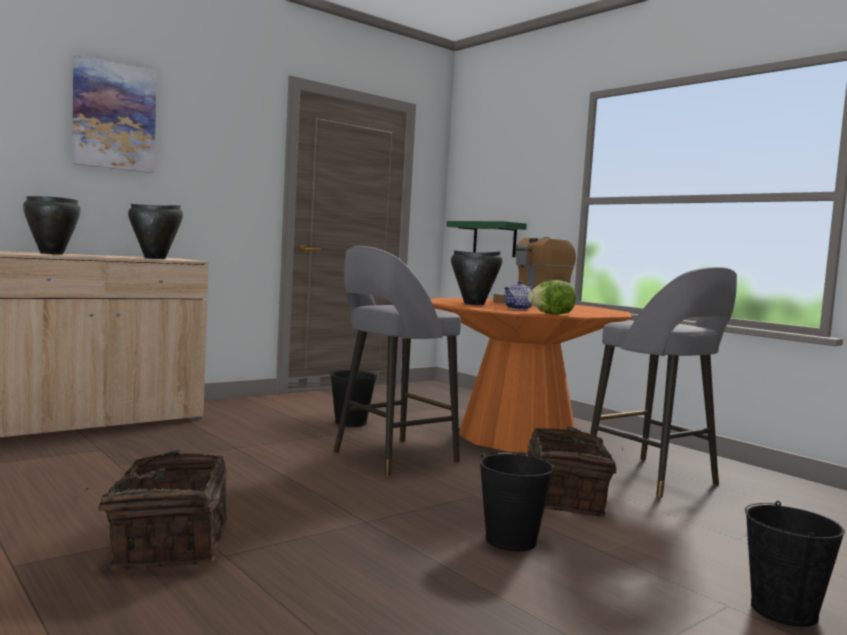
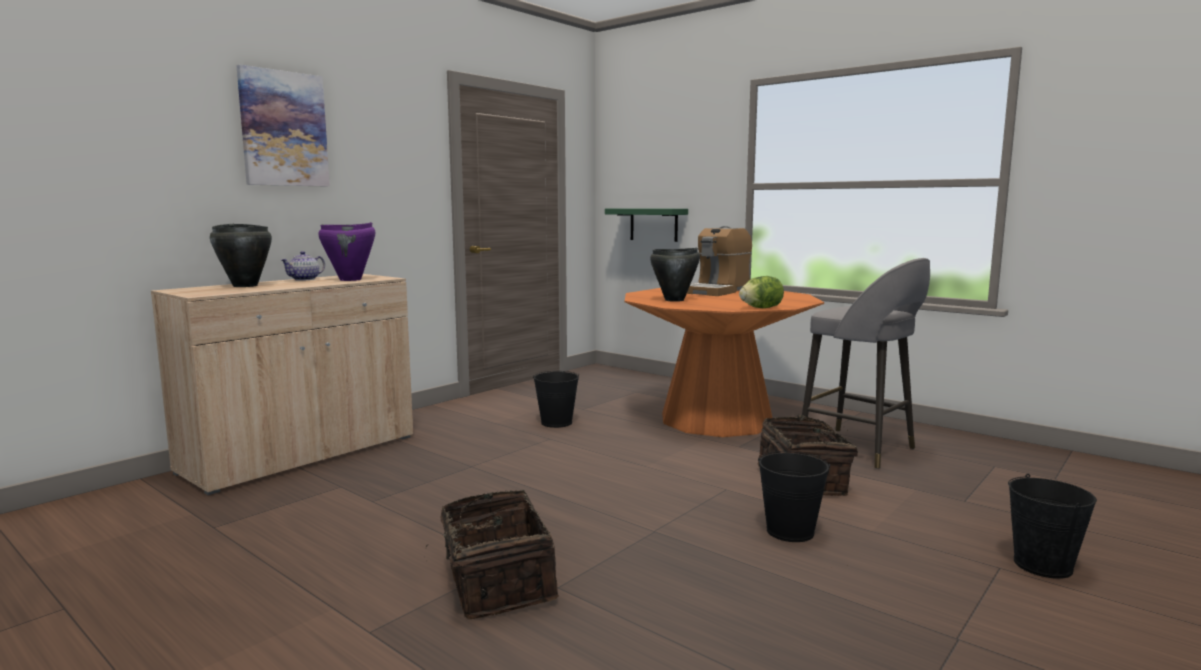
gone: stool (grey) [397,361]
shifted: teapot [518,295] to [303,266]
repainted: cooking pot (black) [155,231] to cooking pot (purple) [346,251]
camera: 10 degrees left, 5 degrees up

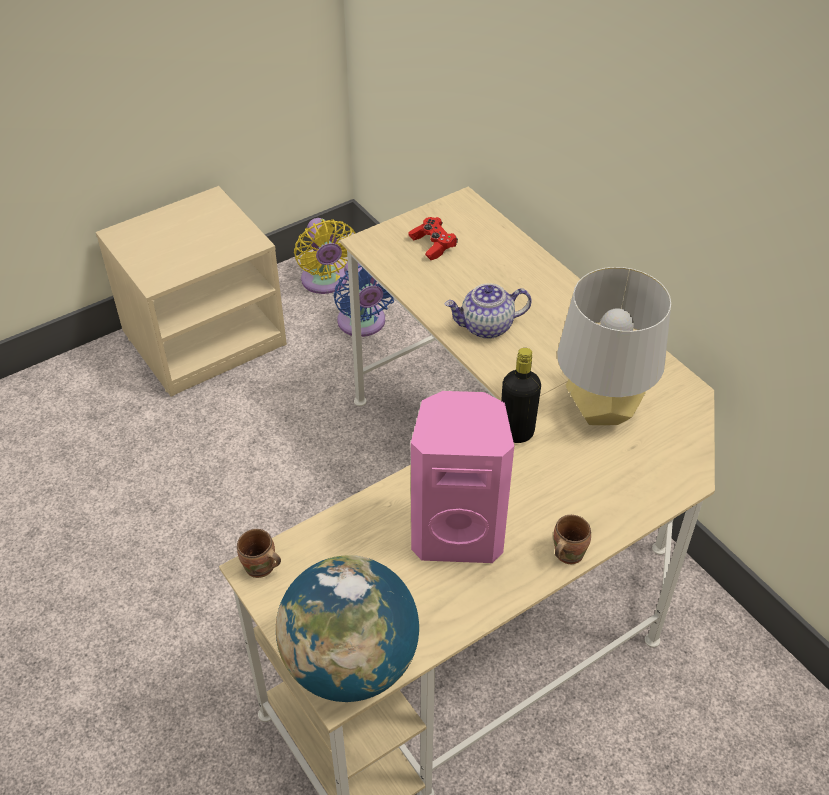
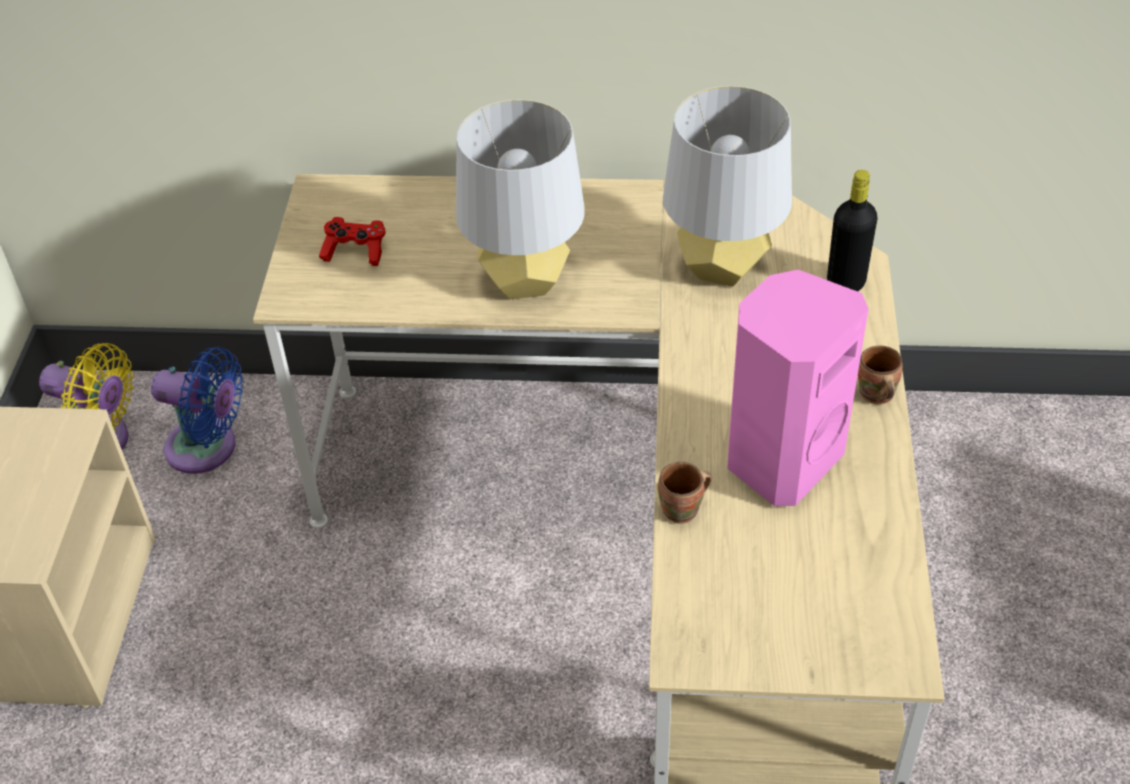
gone: globe [347,628]
shifted: mug (brown) [259,553] to [685,493]; bottle (black) [521,395] to [852,230]
swapped: teapot [488,311] to table lamp (grey) [520,199]
camera: 50 degrees left, 0 degrees up

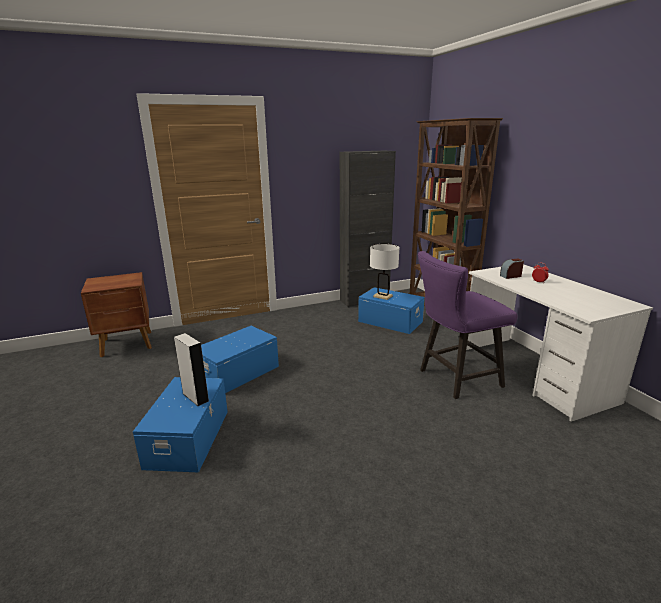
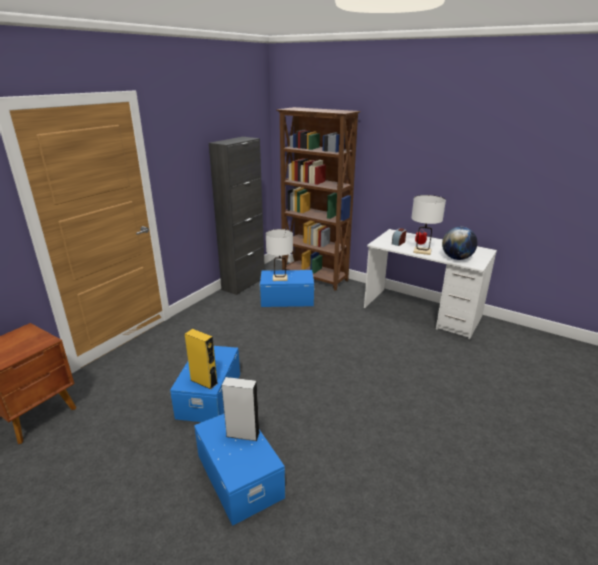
gone: stool (purple) [468,325]
new: speaker (yellow) [201,359]; table lamp (white) [428,225]; globe [460,243]
camera: 35 degrees left, 5 degrees up

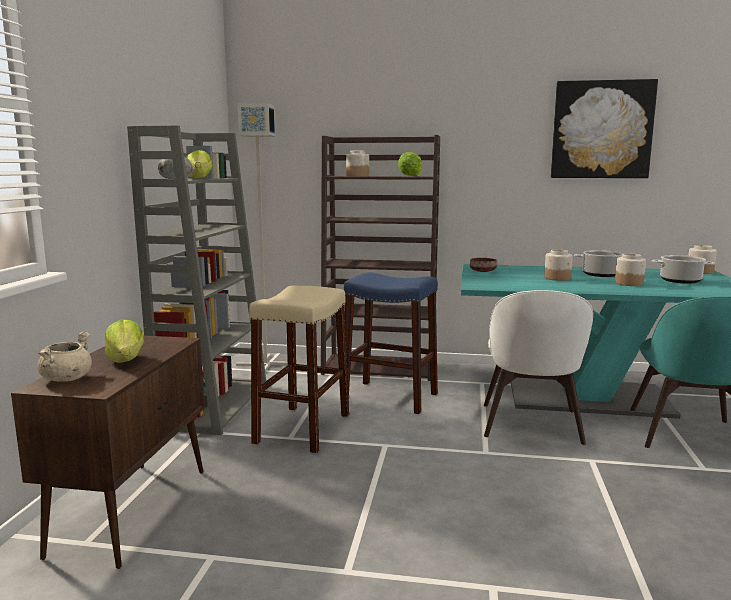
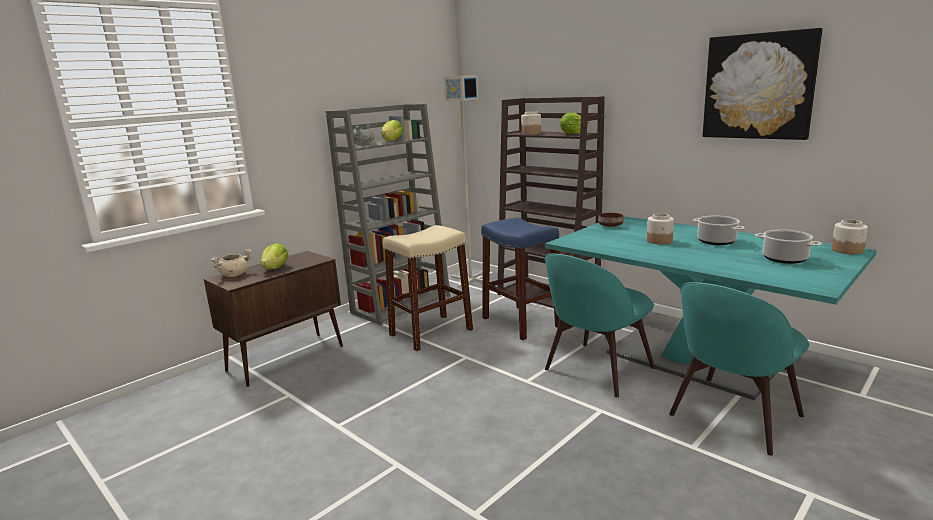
gone: jar [630,270]
repainted: chair (white) [538,367] to chair (turquoise) [599,325]
camera: 35 degrees right, 5 degrees up

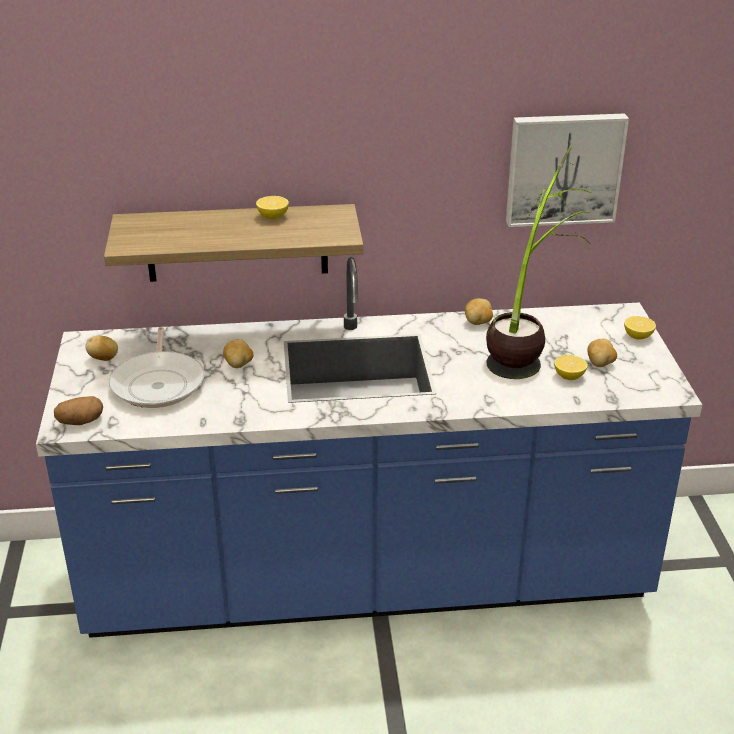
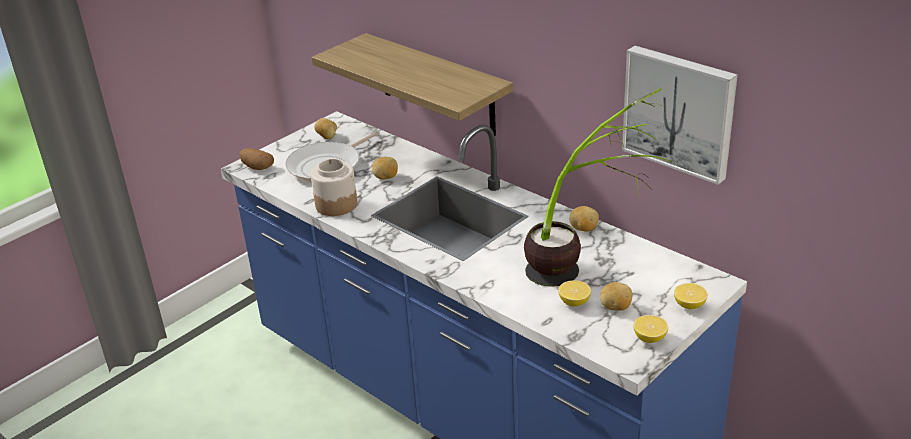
new: jar [334,187]
shifted: lemon [272,207] to [650,329]
camera: 50 degrees right, 0 degrees up

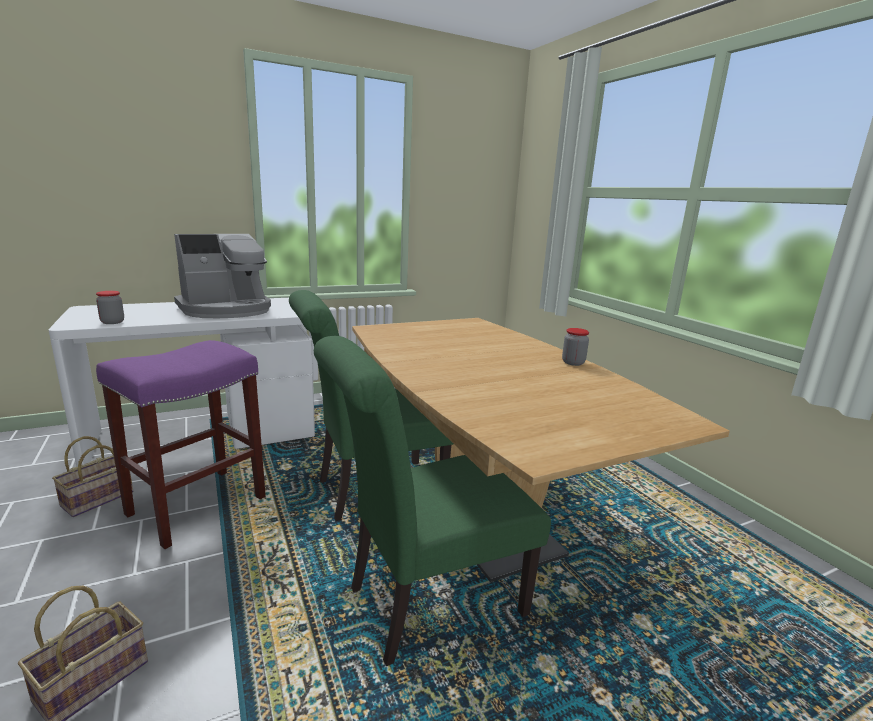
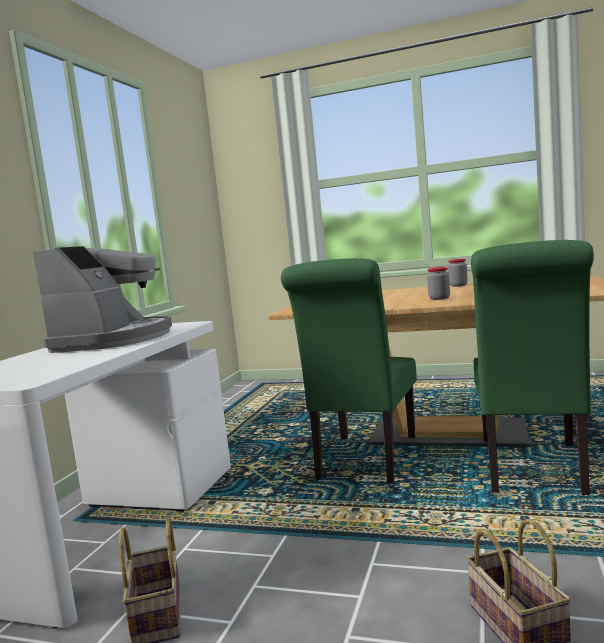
gone: stool (purple) [181,444]
shifted: jar [110,307] to [438,283]
camera: 45 degrees left, 10 degrees down

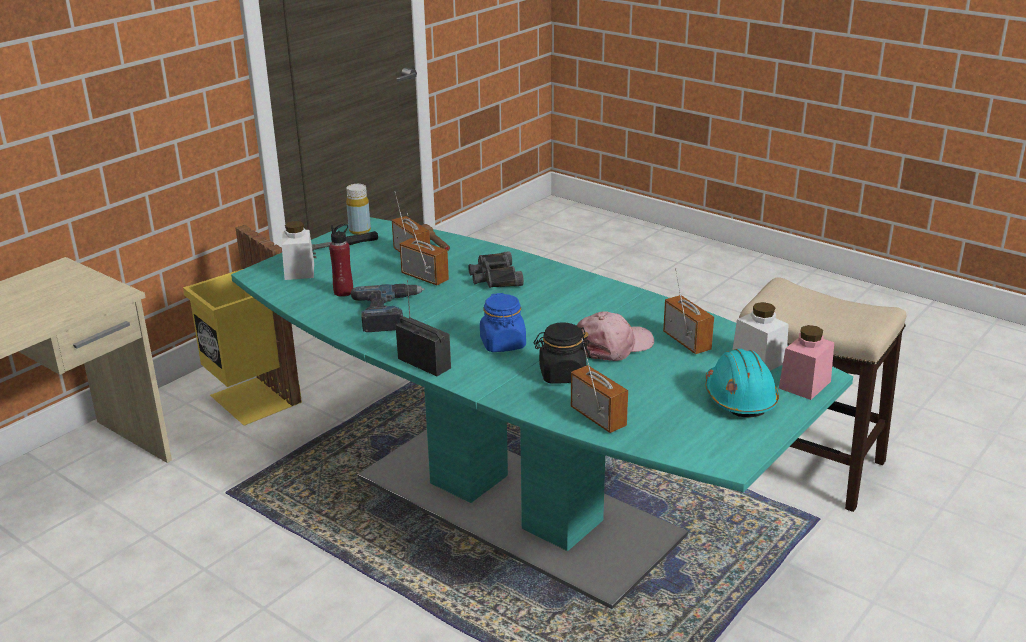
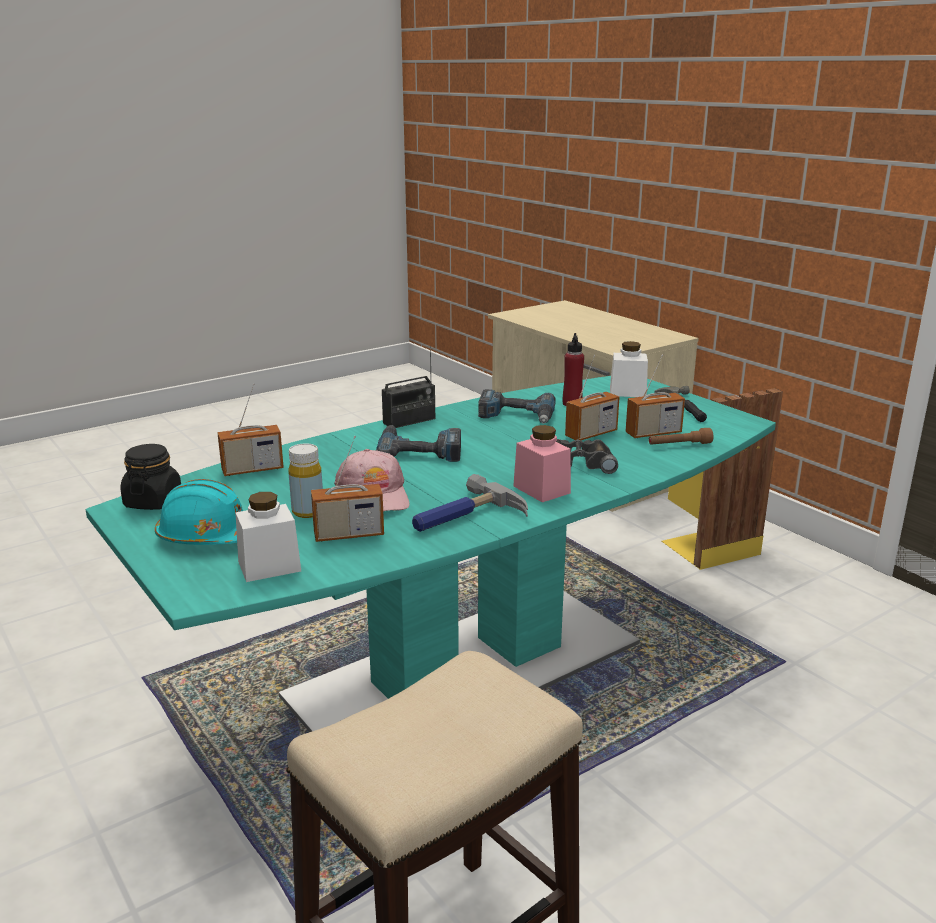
new: hammer [470,503]
shifted: bottle (yellow) [358,209] to [305,480]; jar (black) [562,353] to [150,477]; jar (pink) [806,362] to [542,463]
swapped: jar (blue) [503,322] to power drill [418,443]
camera: 105 degrees right, 5 degrees down

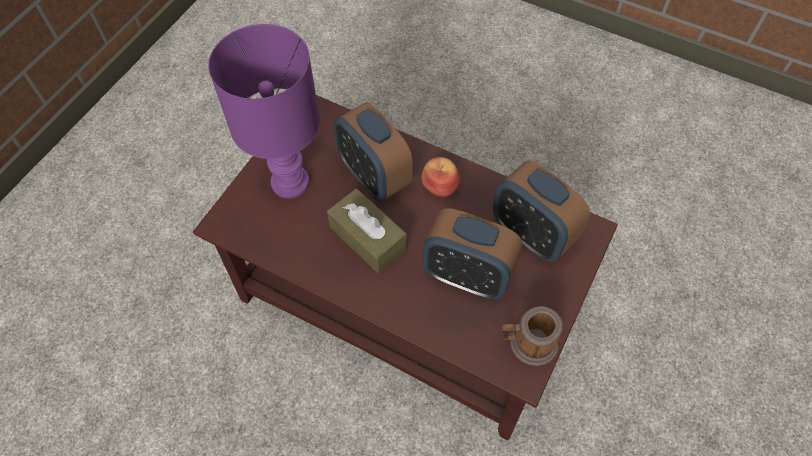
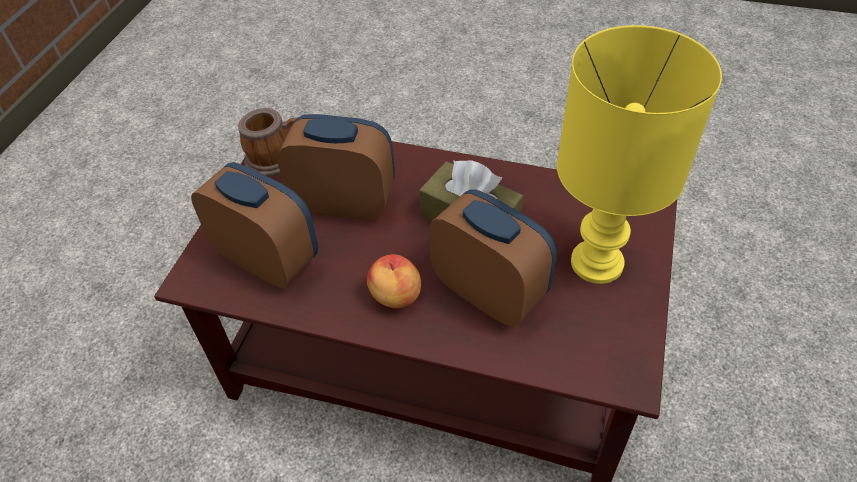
repainted: table lamp (purple) [264,111] to table lamp (yellow) [639,154]
camera: 170 degrees right, 10 degrees down

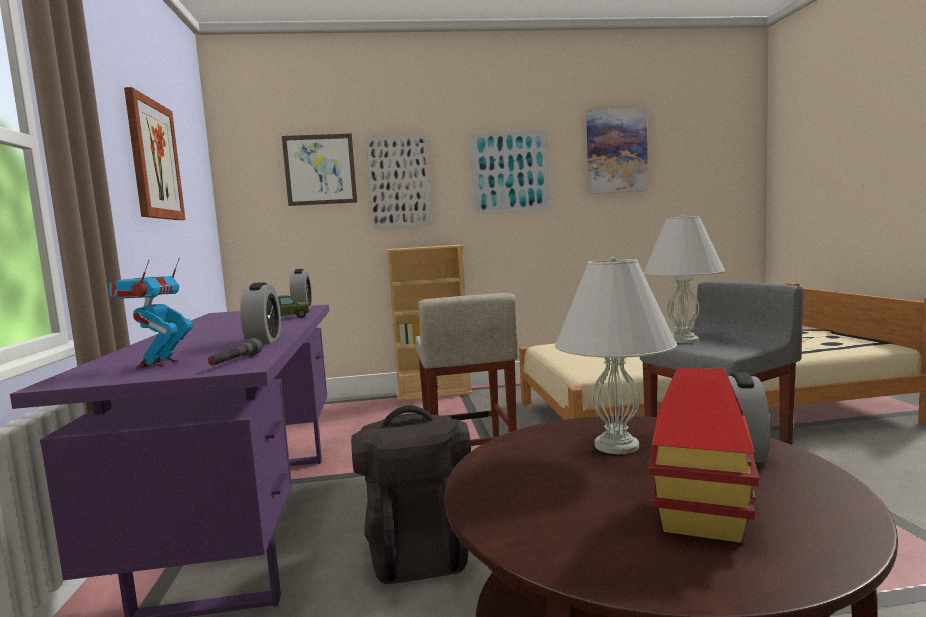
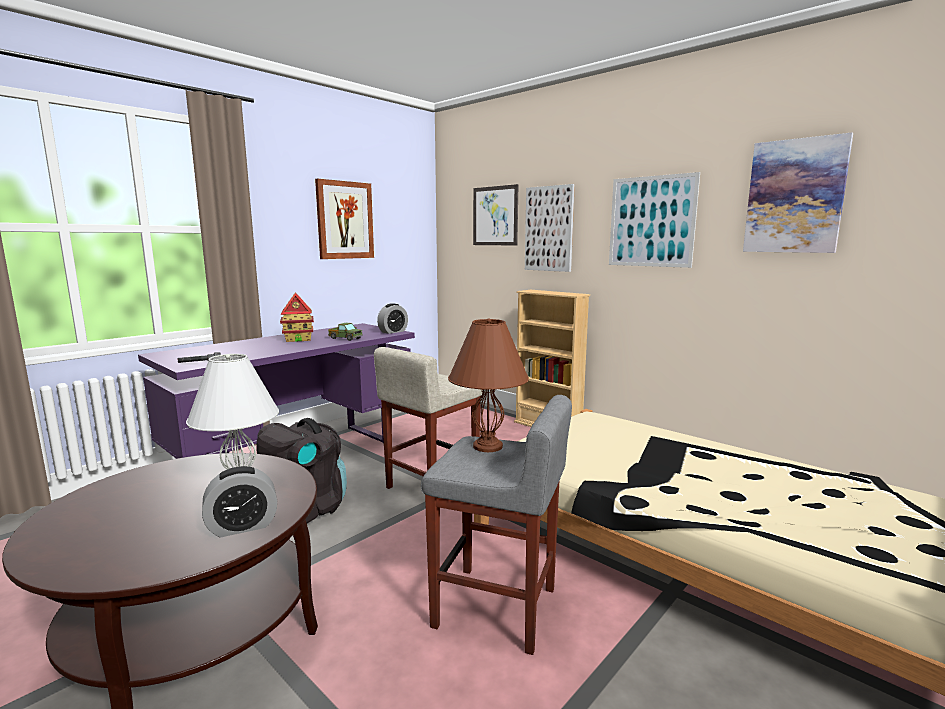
gone: toy robot [151,313]; alarm clock [260,313]
shifted: toy house [703,455] to [297,317]
repainted: table lamp (white) [684,278] to table lamp (brown) [488,385]
camera: 50 degrees right, 5 degrees up

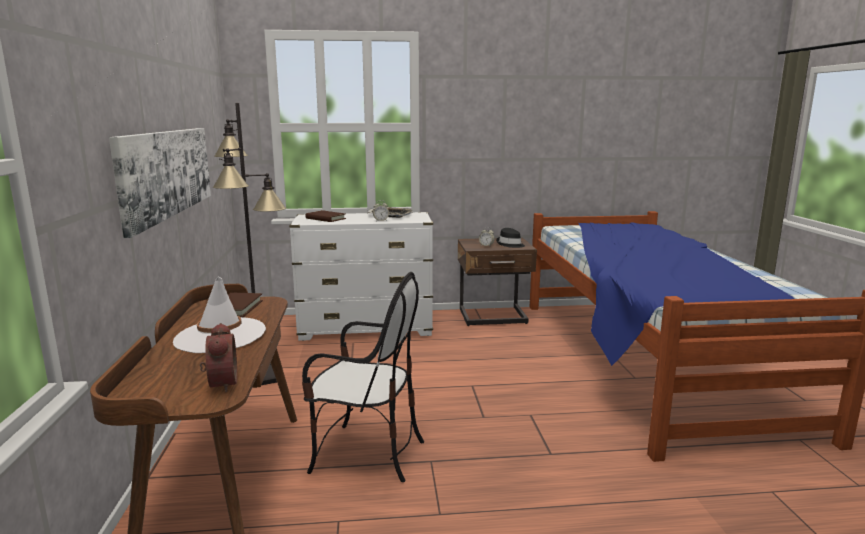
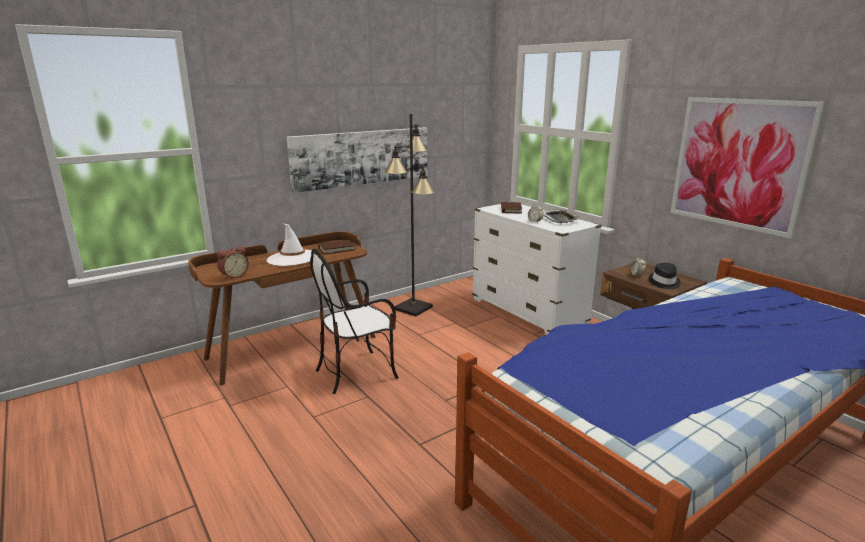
new: picture [747,167]
rotated: chair [363,377] = [354,321] 75 degrees clockwise
camera: 60 degrees right, 5 degrees up

